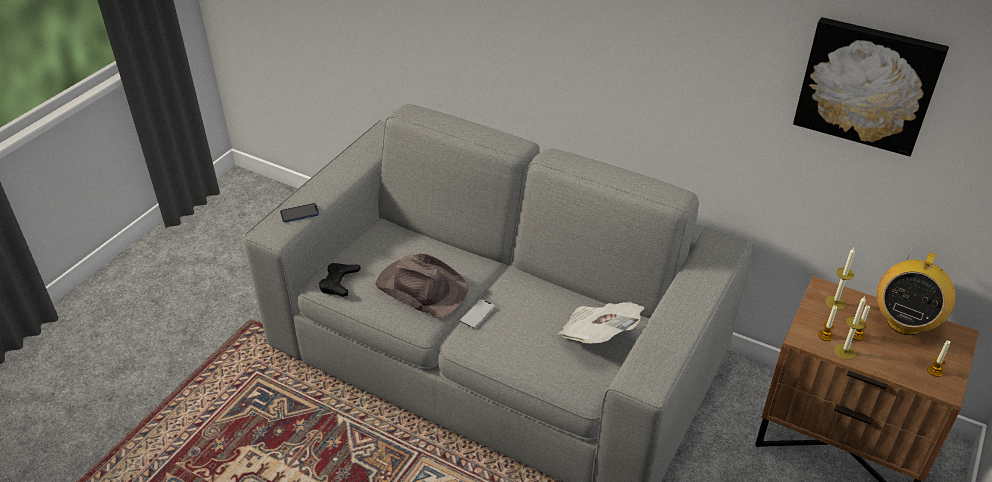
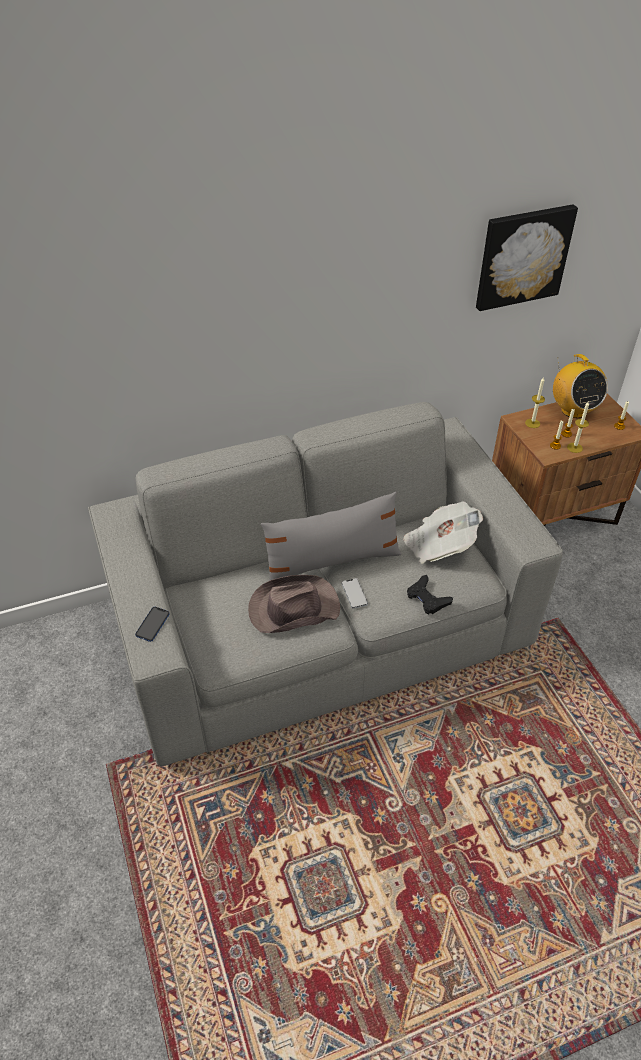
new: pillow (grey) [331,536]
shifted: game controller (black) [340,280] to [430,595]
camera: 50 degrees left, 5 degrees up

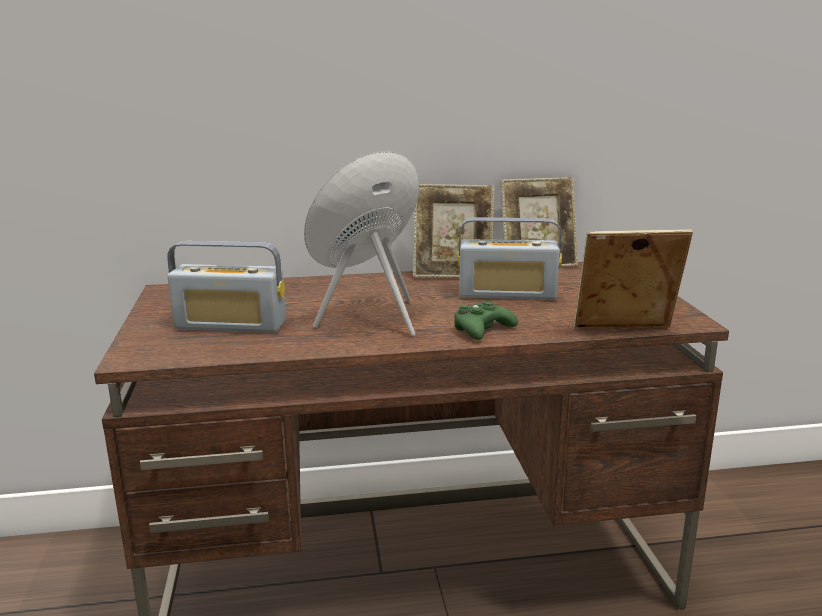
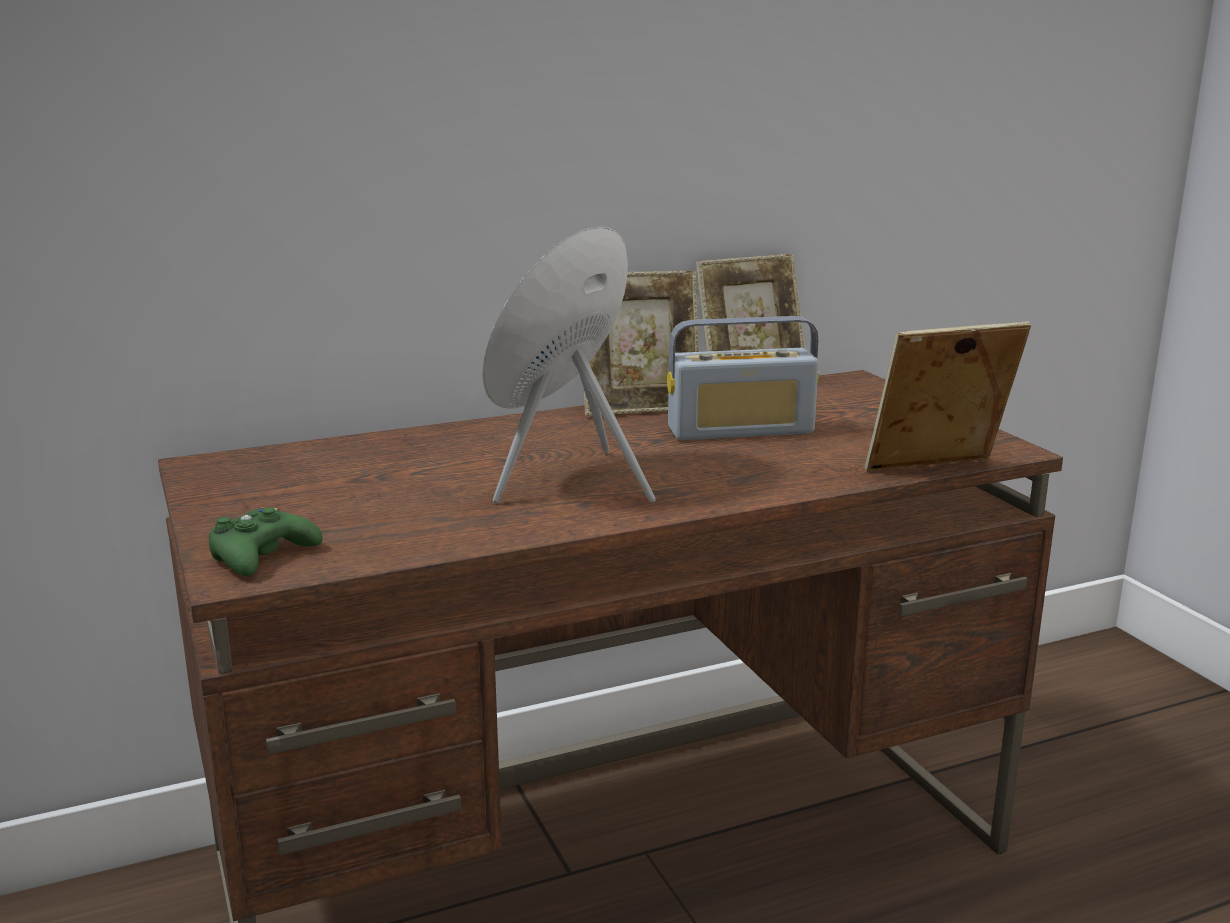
gone: radio [226,287]
shifted: game controller (green) [486,320] to [266,542]
camera: 15 degrees left, 0 degrees up

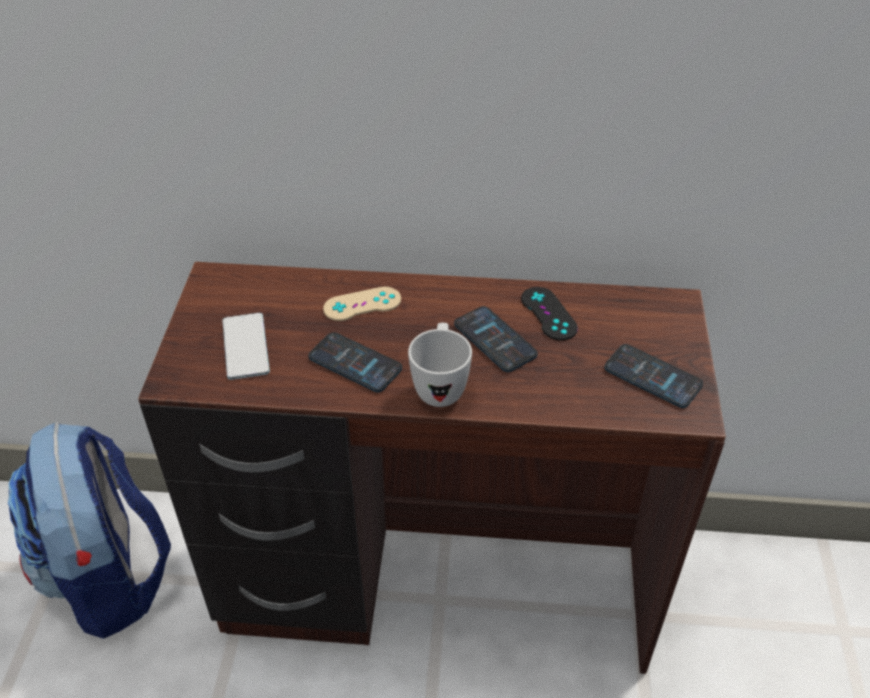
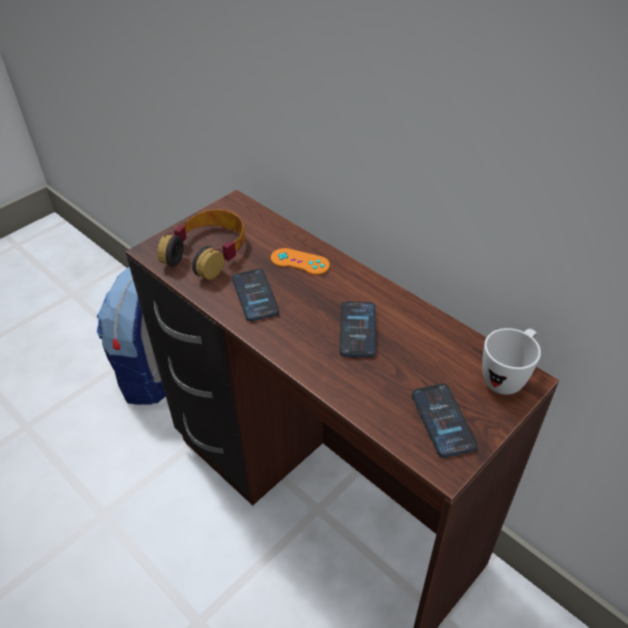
gone: game controller (black) [549,314]
shifted: mug (white) [440,365] to [511,361]
swapped: phone [246,346] to headphones [201,244]
repainted: game controller (beige) [362,304] to game controller (orange) [300,261]
camera: 40 degrees right, 0 degrees up

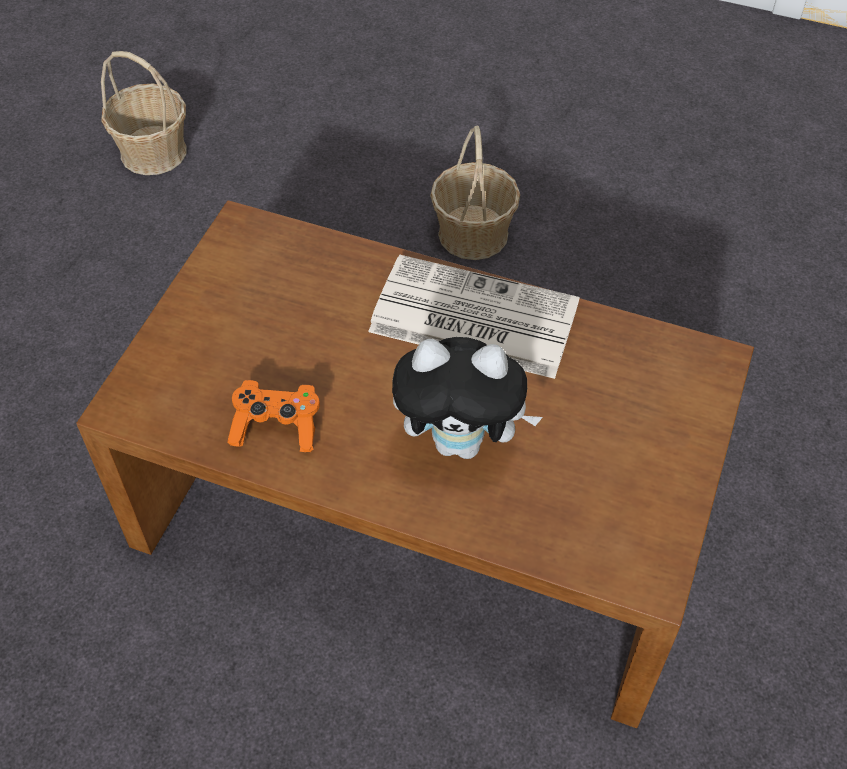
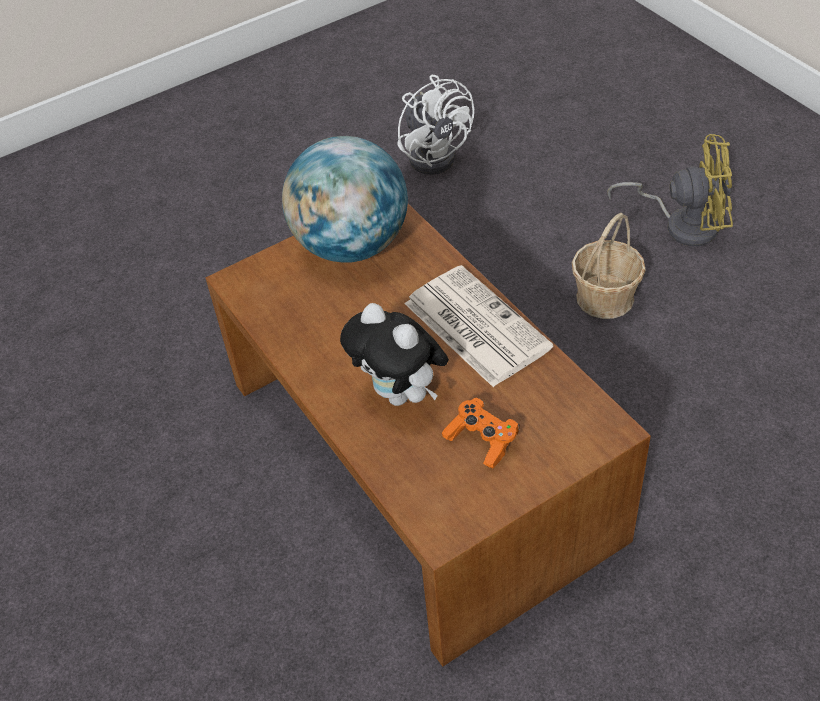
new: globe [345,199]; fan (yellow) [670,190]
shifted: game controller (orange) [273,416] to [481,433]
swapped: basket [144,113] to fan (white) [436,125]
camera: 40 degrees right, 5 degrees down

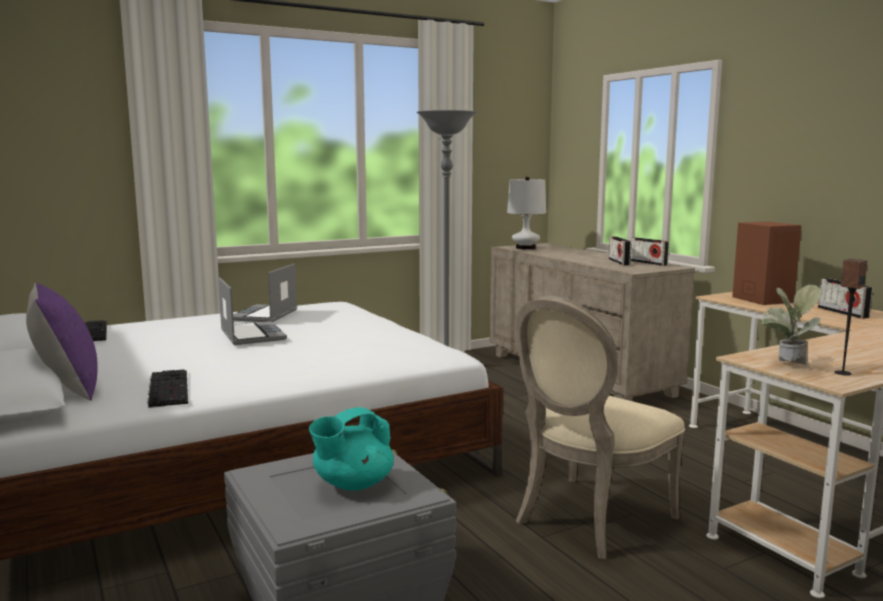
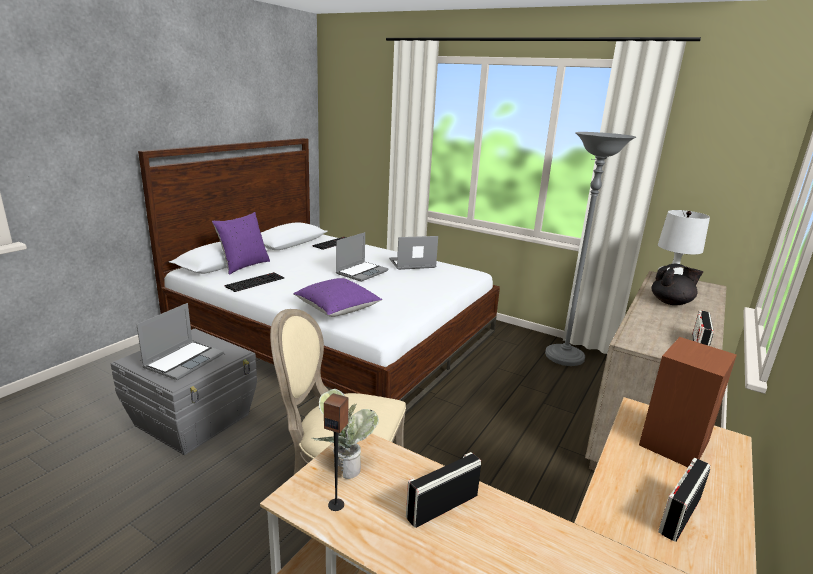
new: pillow (purple) [337,297]; teapot (black) [677,284]
shifted: radio [620,250] to [443,490]
swapped: teapot (turquoise) [351,449] to laptop [180,341]
camera: 60 degrees right, 10 degrees up

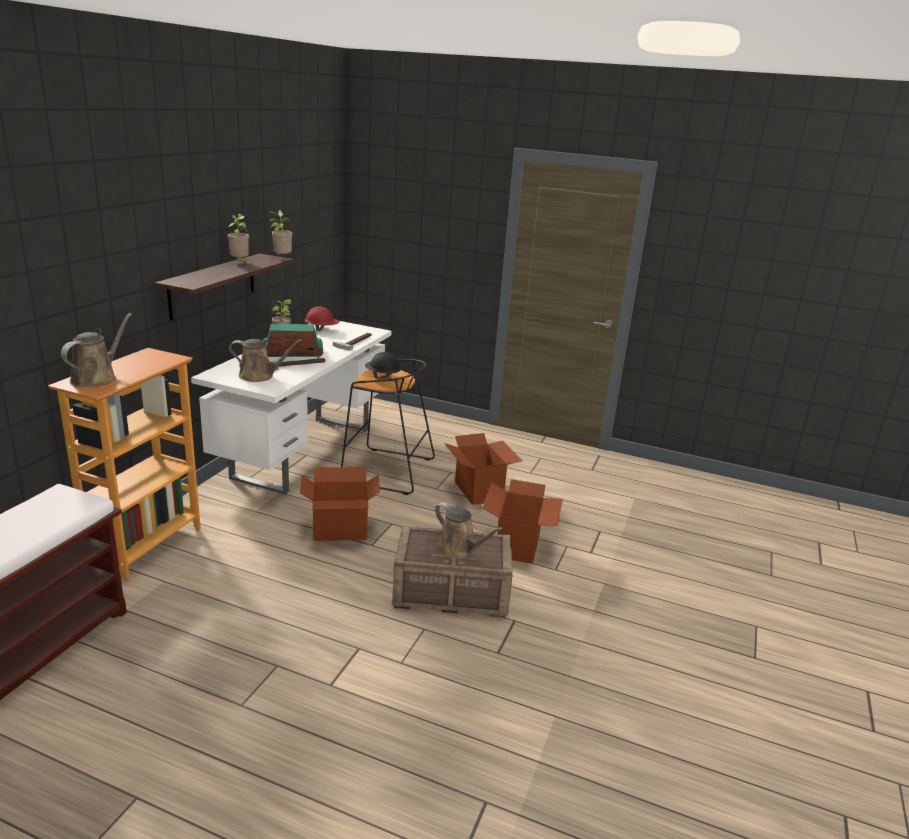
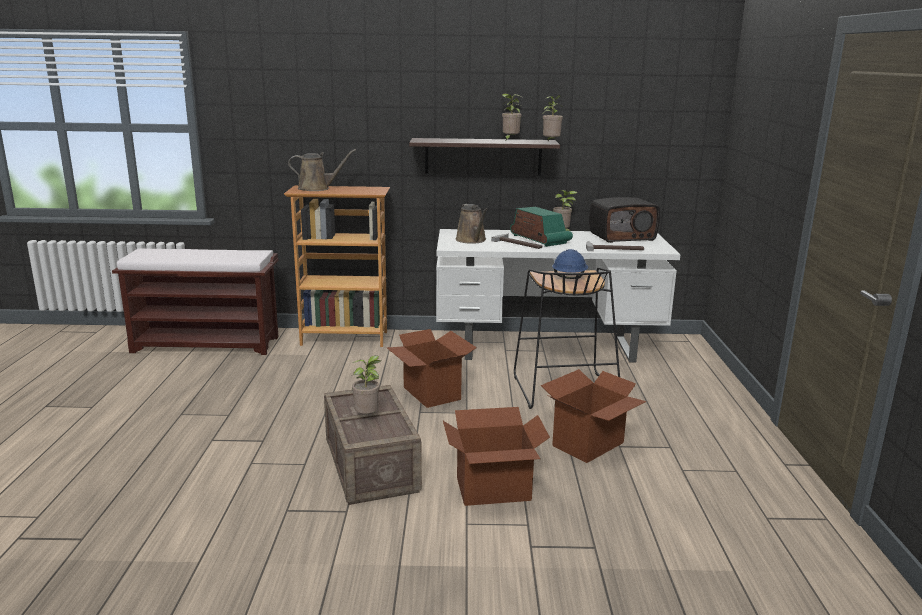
swapped: hard hat (red) [322,319] to radio [624,220]; watering can (brown) [469,530] to potted plant [366,384]
repainted: hard hat (black) [383,365] to hard hat (blue) [570,264]
camera: 70 degrees right, 5 degrees down

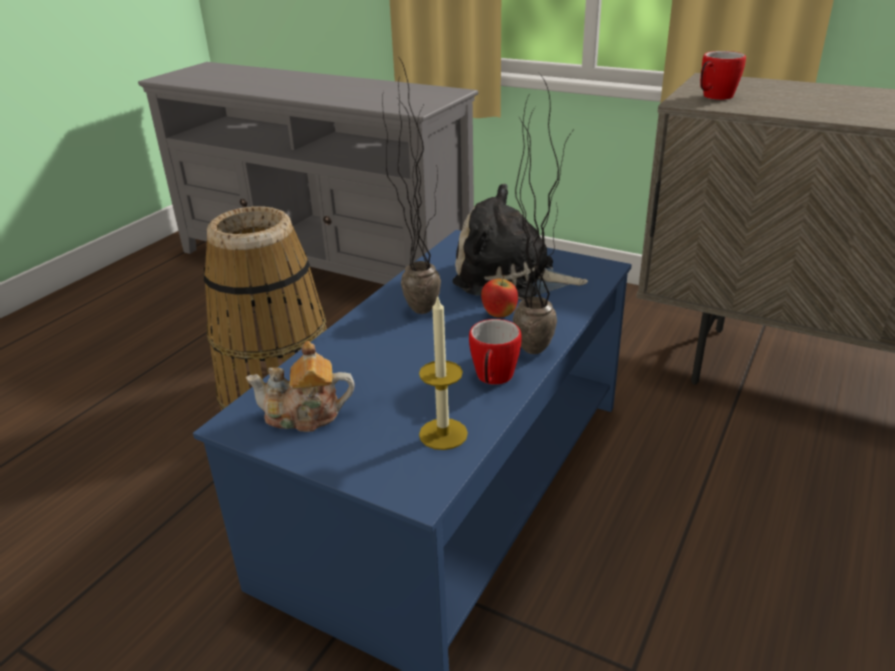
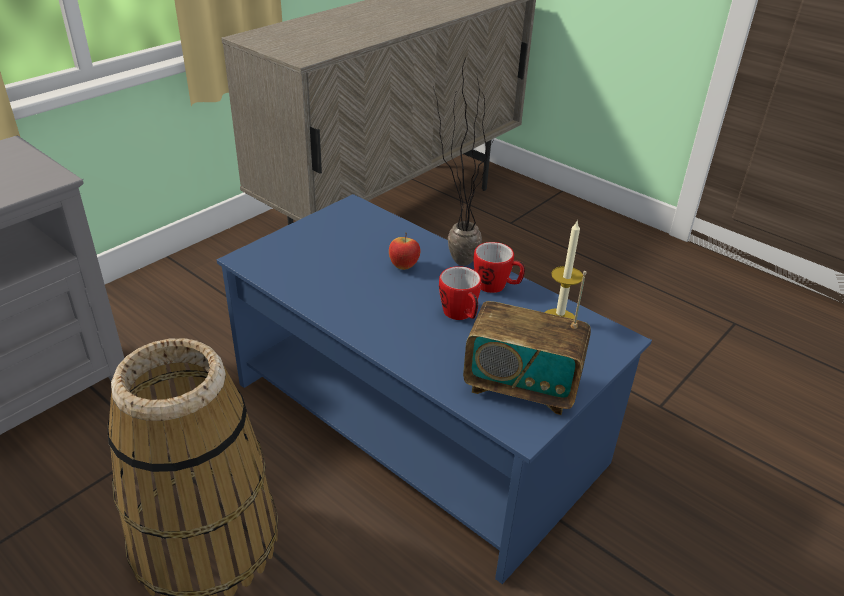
gone: potted plant [411,186]; plush toy [520,242]
shifted: mug [723,75] to [460,293]
swapped: teapot [300,386] to radio [527,343]
camera: 80 degrees left, 5 degrees up

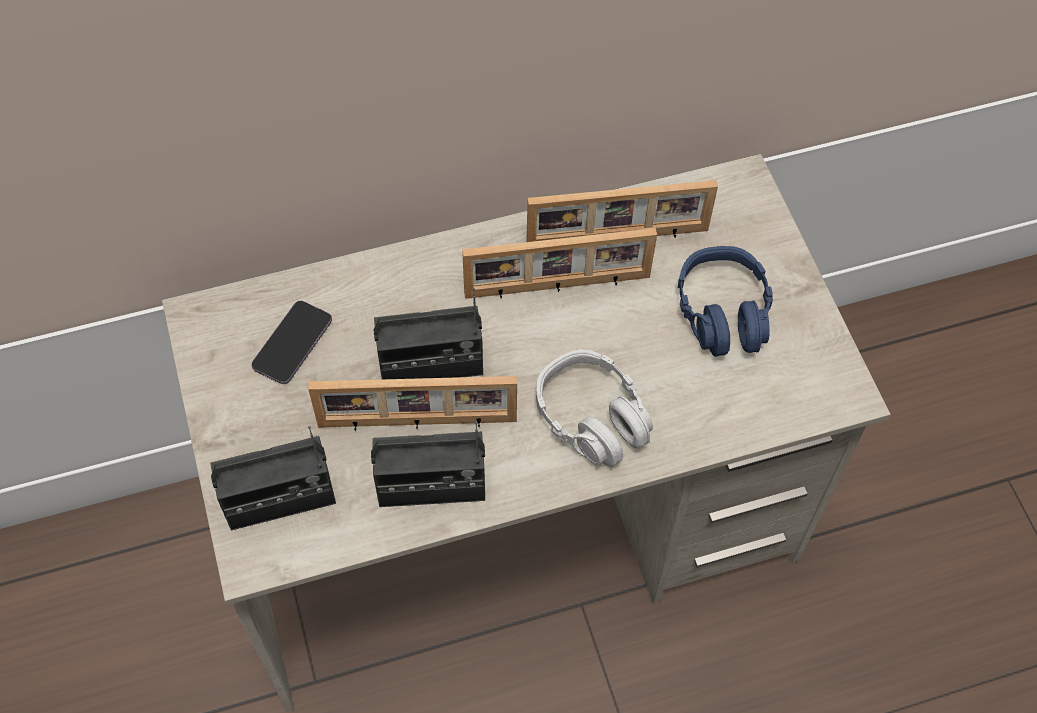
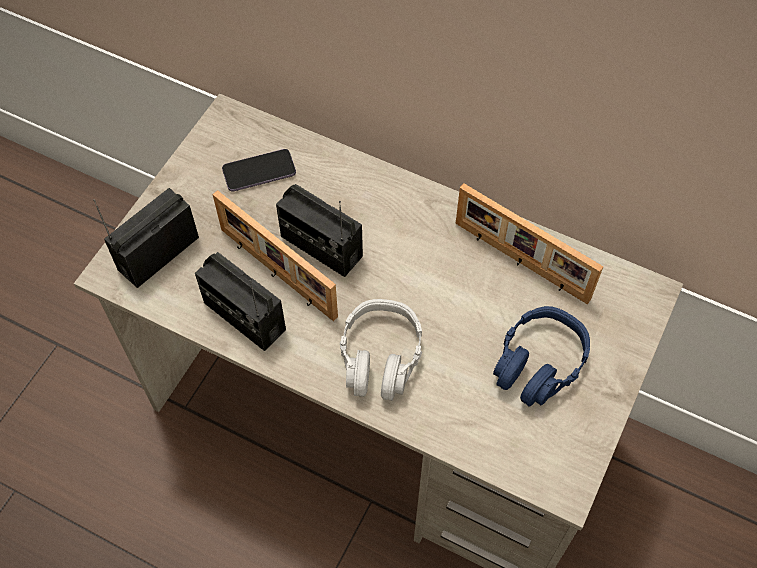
gone: picture frame [559,263]
rotated: radio [273,478] = [146,238] 105 degrees clockwise
camera: 45 degrees right, 0 degrees up

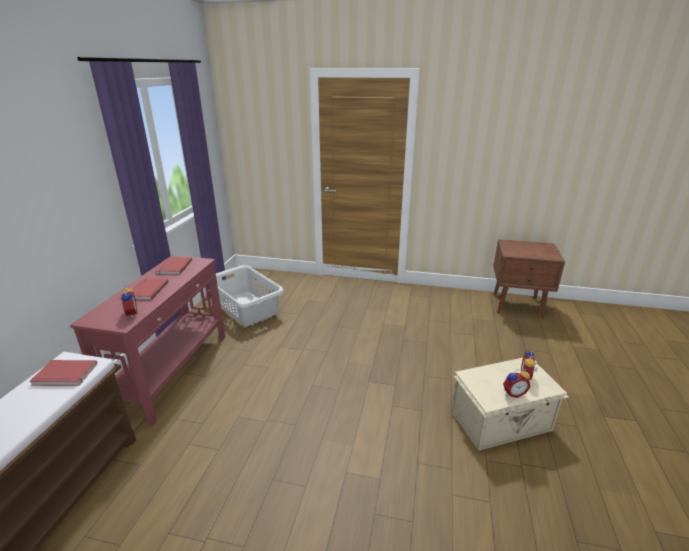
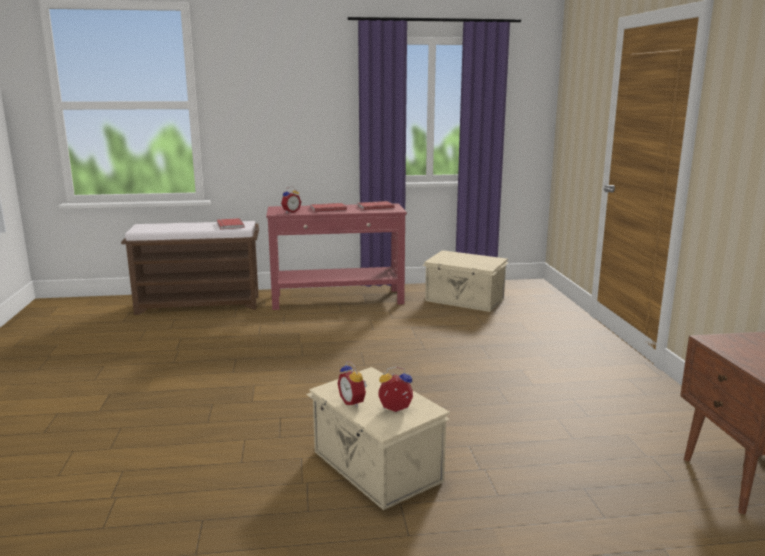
swapped: laundry basket (grey) [250,295] to storage box (beige) [465,281]
camera: 70 degrees right, 10 degrees down

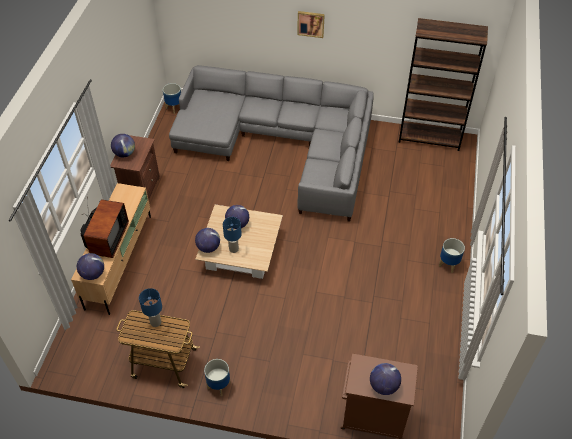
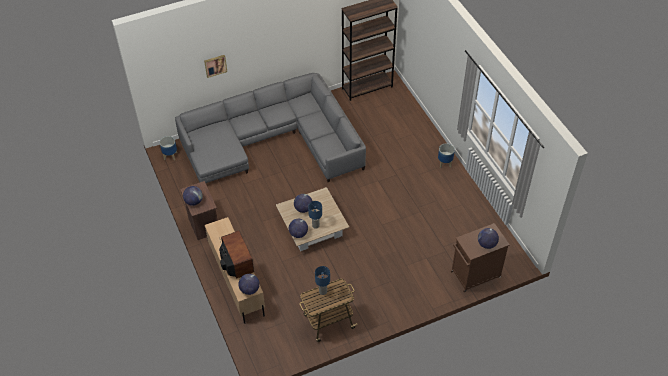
gone: planter [217,377]
shifted: picture [311,24] to [215,66]
camera: 35 degrees left, 0 degrees up

